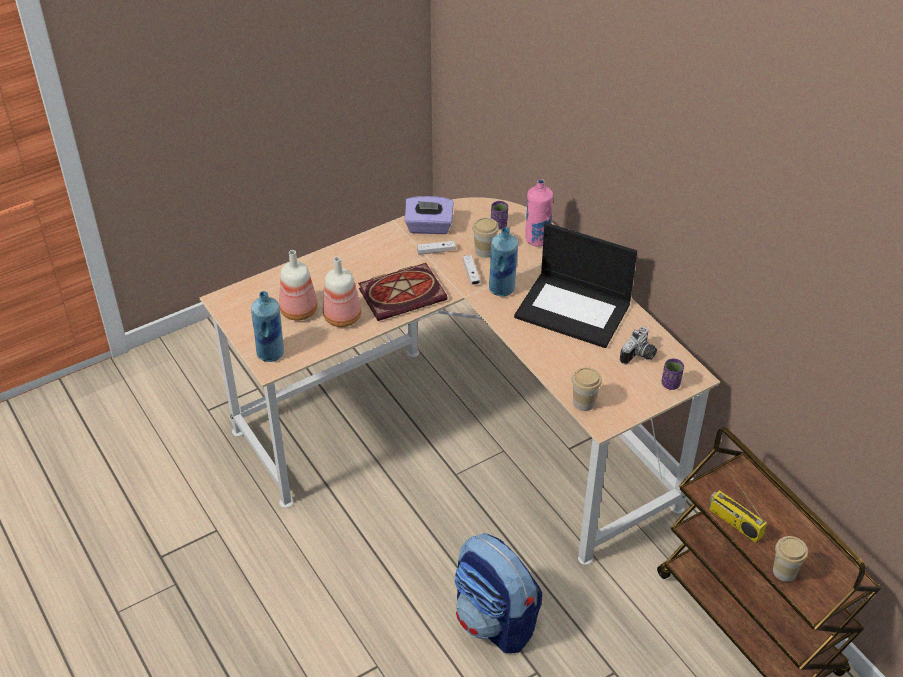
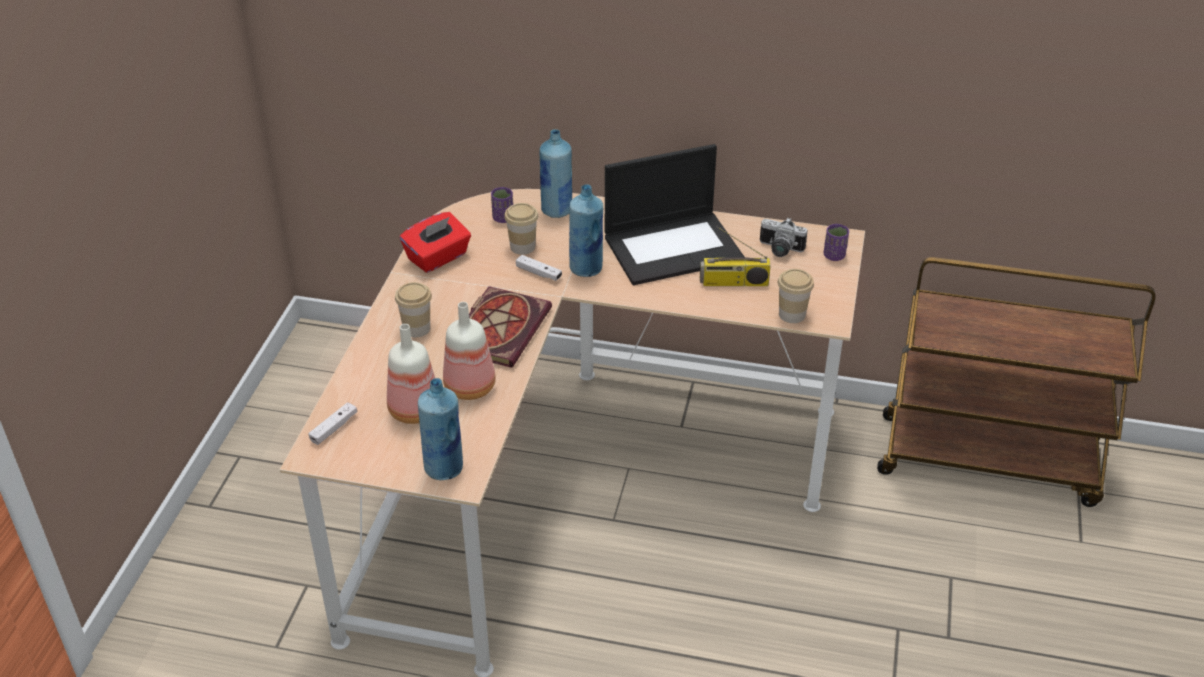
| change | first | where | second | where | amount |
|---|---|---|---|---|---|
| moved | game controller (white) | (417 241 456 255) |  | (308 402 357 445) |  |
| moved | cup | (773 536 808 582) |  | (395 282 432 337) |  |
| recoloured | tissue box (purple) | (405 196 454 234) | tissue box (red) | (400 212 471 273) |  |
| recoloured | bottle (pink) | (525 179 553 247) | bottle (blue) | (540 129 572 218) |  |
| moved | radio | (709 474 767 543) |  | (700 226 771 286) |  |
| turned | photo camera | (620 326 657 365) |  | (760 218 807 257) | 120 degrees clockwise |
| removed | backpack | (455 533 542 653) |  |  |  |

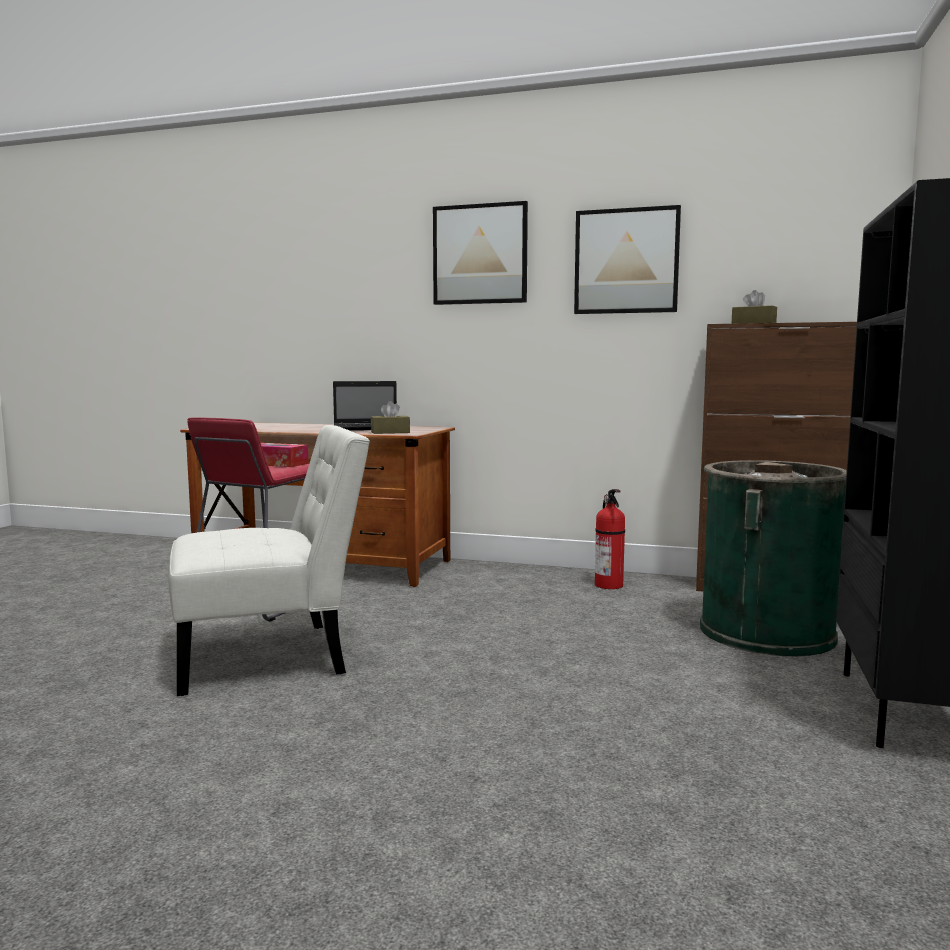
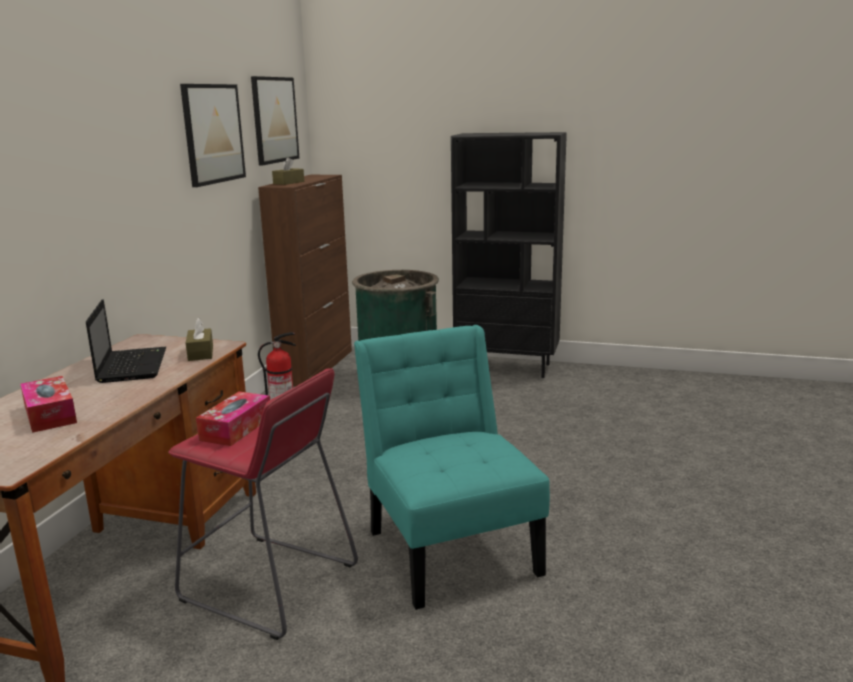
| change | first | where | second | where | amount |
|---|---|---|---|---|---|
| added |  |  | tissue box | (20 376 77 433) |  |
| moved | picture | (433 201 528 305) |  | (251 76 299 165) |  |
| recoloured | chair (white) | (168 425 370 696) | chair (turquoise) | (354 325 550 610) |  |

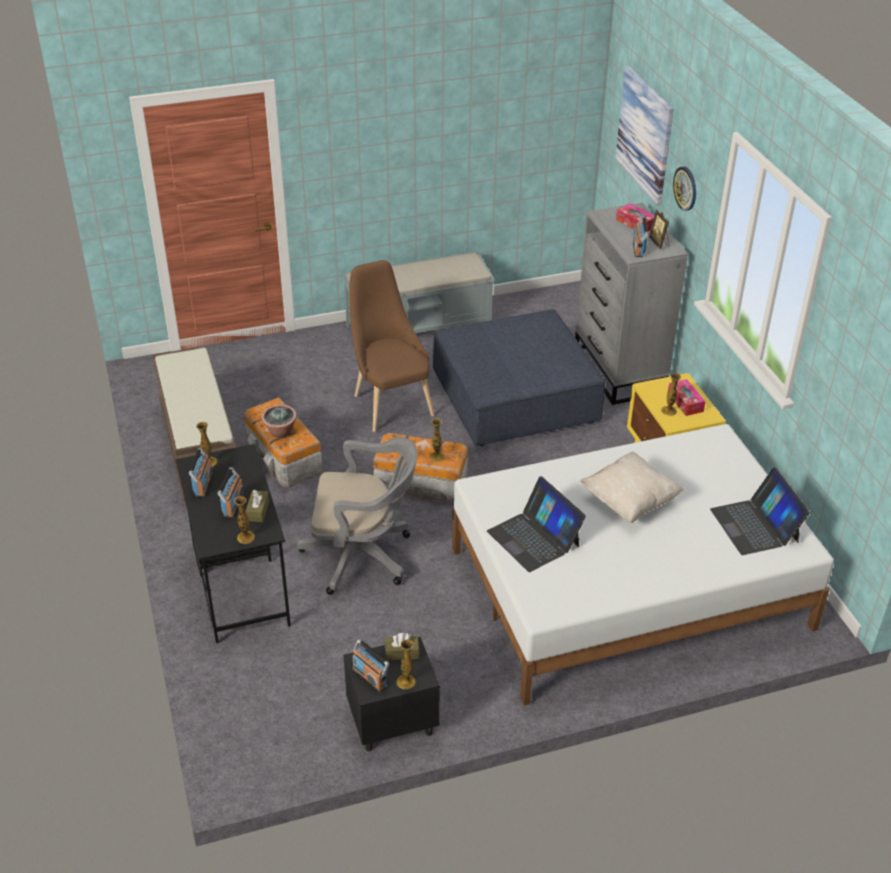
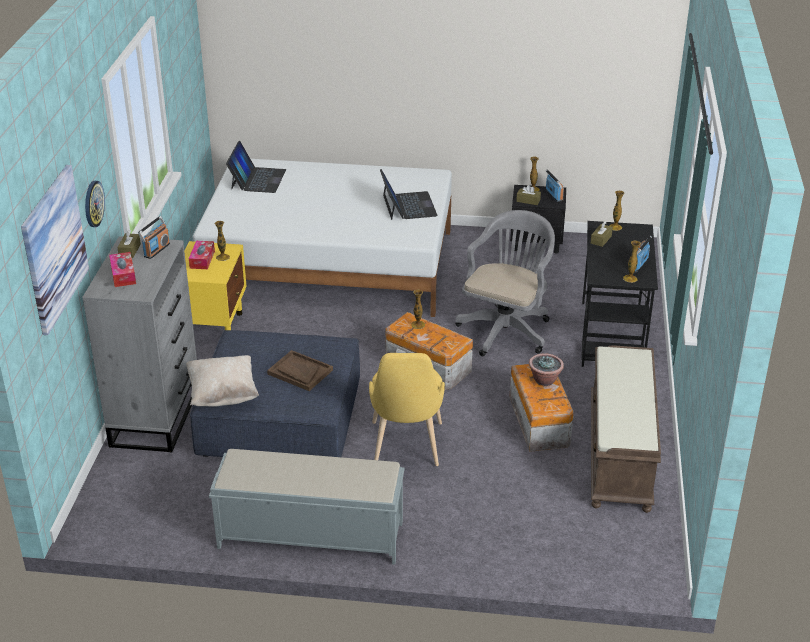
| change | first | where | second | where | amount |
|---|---|---|---|---|---|
| replaced | picture frame | (649 209 669 249) | tissue box (brown) | (117 230 141 258) |  |
| moved | pillow (beige) | (580 452 684 523) |  | (186 355 259 407) |  |
| added |  |  | tray (brown) | (267 350 333 391) |  |
| recoloured | chair (brown) | (350 260 434 432) | chair (yellow) | (369 353 445 466) |  |
| turned | office chair (grey) | (297 437 417 595) |  | (455 210 555 356) | 90 degrees clockwise |
| removed | radio | (217 467 244 518) |  |  |  |

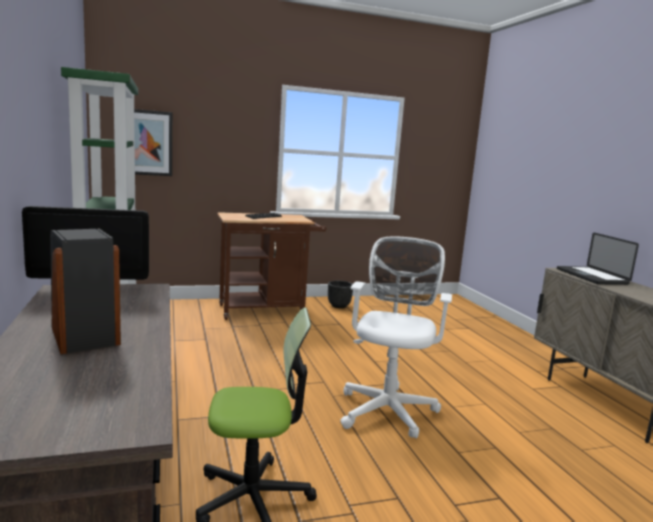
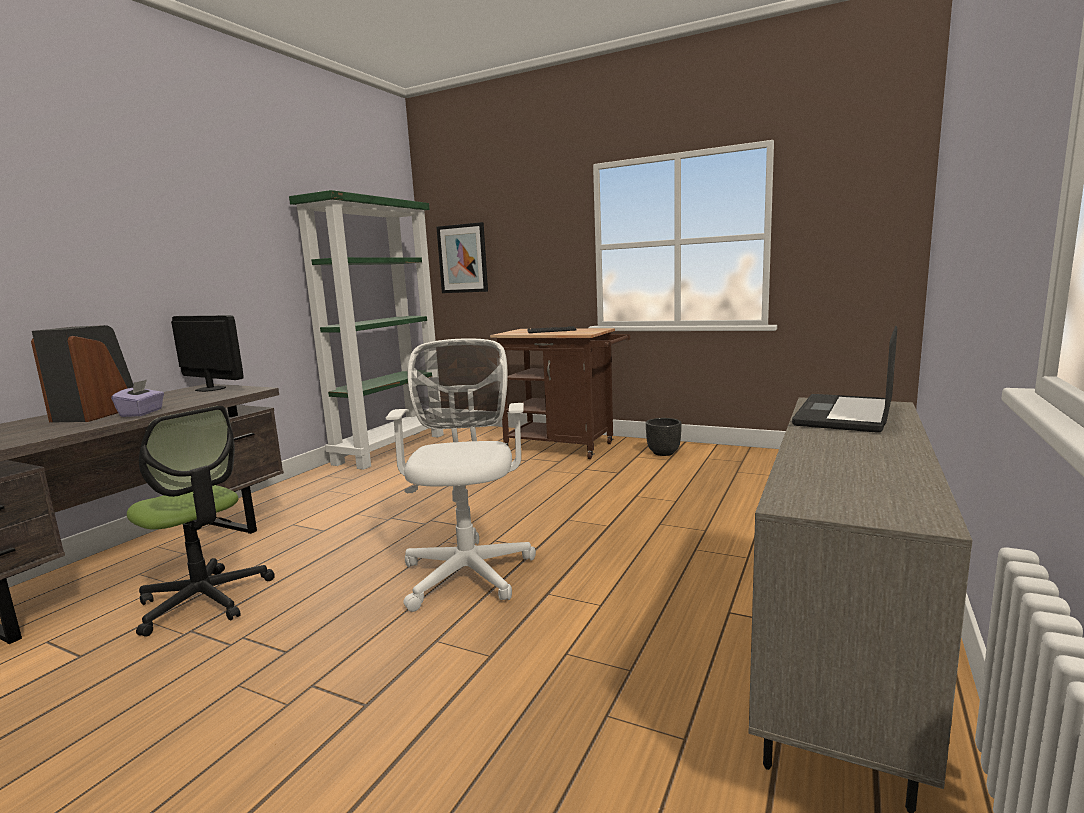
| change | first | where | second | where | amount |
|---|---|---|---|---|---|
| added |  |  | tissue box (purple) | (111 379 164 417) |  |
| turned | office chair (white) | (340 236 452 439) |  | (385 338 536 612) | 60 degrees counterclockwise |

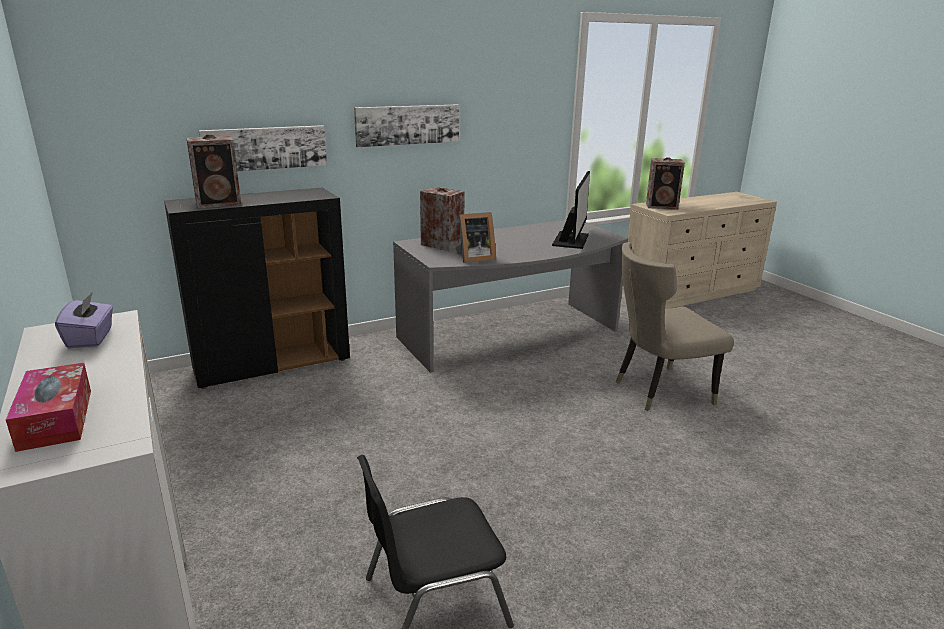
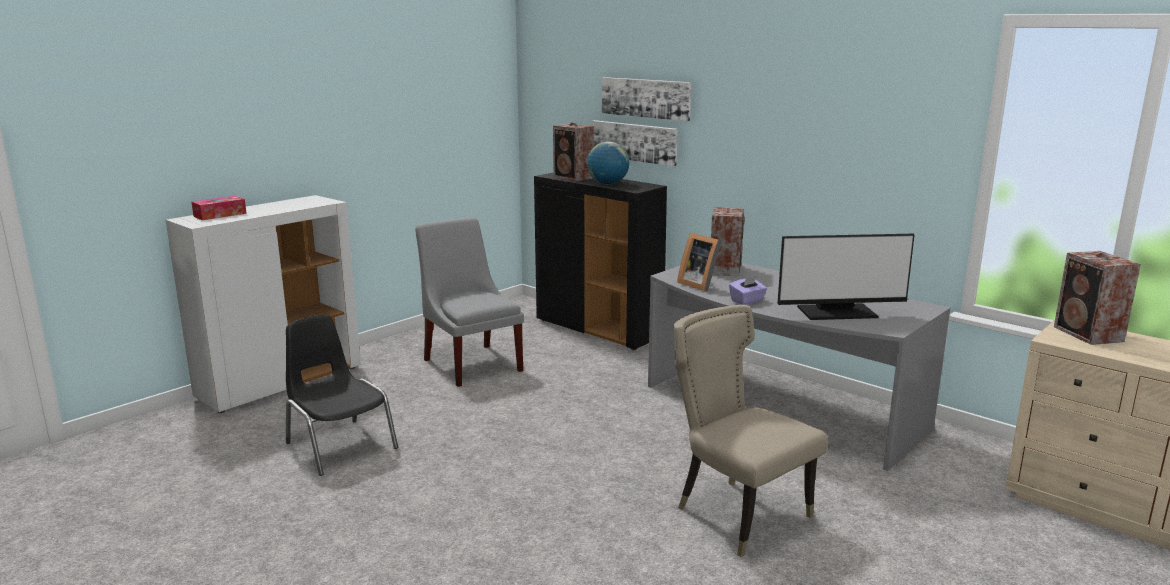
| change | first | where | second | where | amount |
|---|---|---|---|---|---|
| added |  |  | chair (grey) | (415 217 524 387) |  |
| added |  |  | globe | (587 141 629 185) |  |
| moved | picture | (354 105 459 147) |  | (602 77 691 121) |  |
| moved | tissue box (purple) | (55 292 113 349) |  | (729 276 767 305) |  |

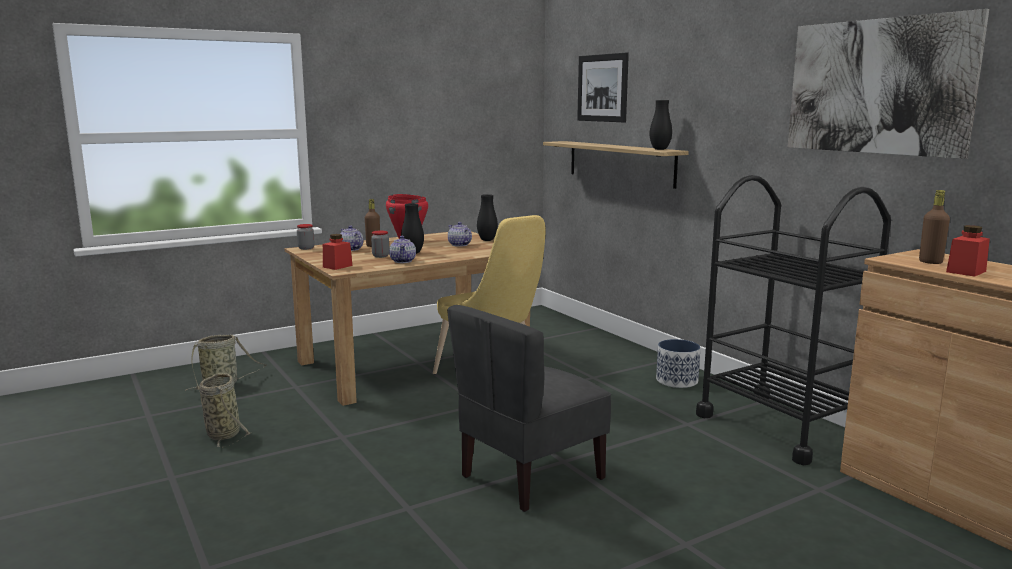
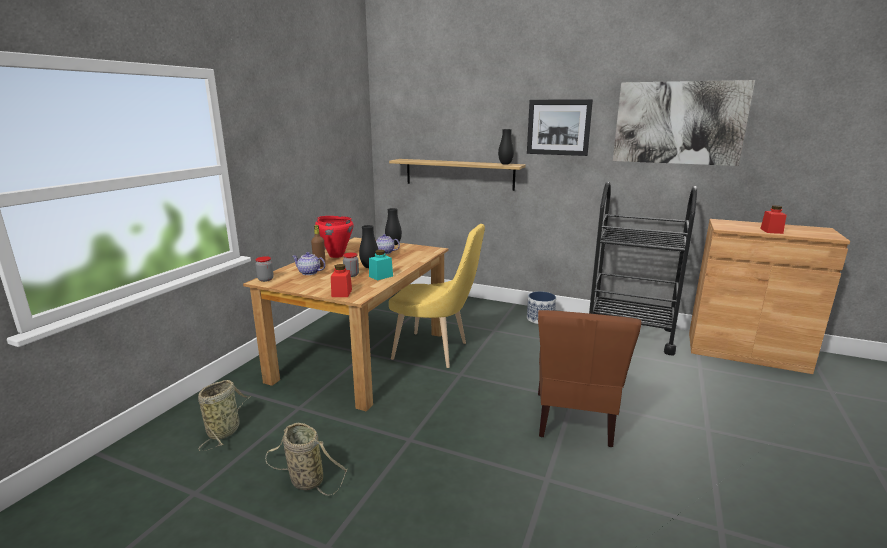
| change | first | where | second | where | amount |
|---|---|---|---|---|---|
| replaced | teapot | (389 236 416 263) | jar (turquoise) | (369 250 393 280) |  |
| moved | picture | (577 53 629 122) |  | (527 99 593 156) |  |
| recoloured | chair (grey) | (447 305 611 512) | chair (brown) | (538 310 641 447) |  |
| removed | bottle (brown) | (919 190 950 264) |  |  |  |

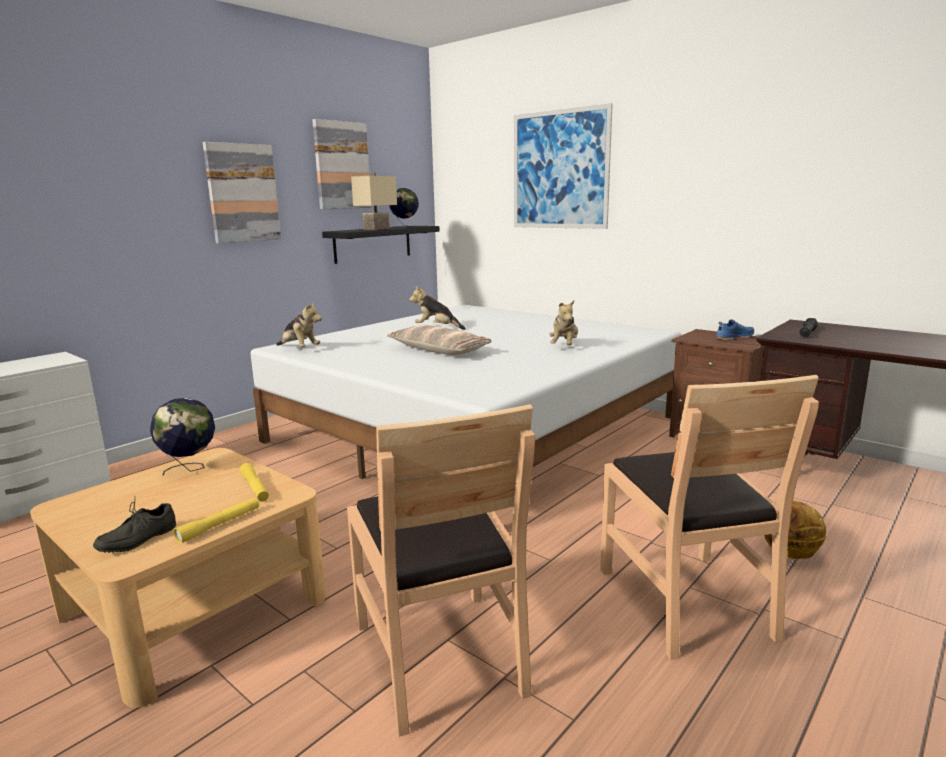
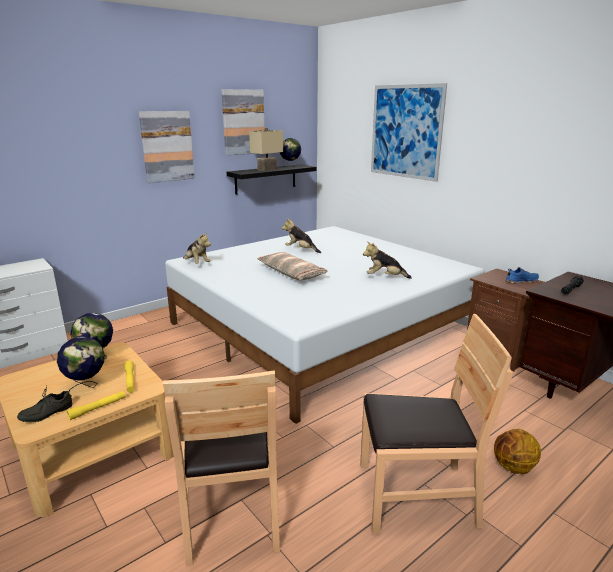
| change | first | where | second | where | amount |
|---|---|---|---|---|---|
| added |  |  | globe | (57 336 105 397) |  |
| turned | chair (brown) | (600 375 819 660) |  | (360 314 513 534) | 90 degrees counterclockwise |
| turned | plush toy | (549 300 578 345) |  | (363 242 412 279) | 75 degrees clockwise |

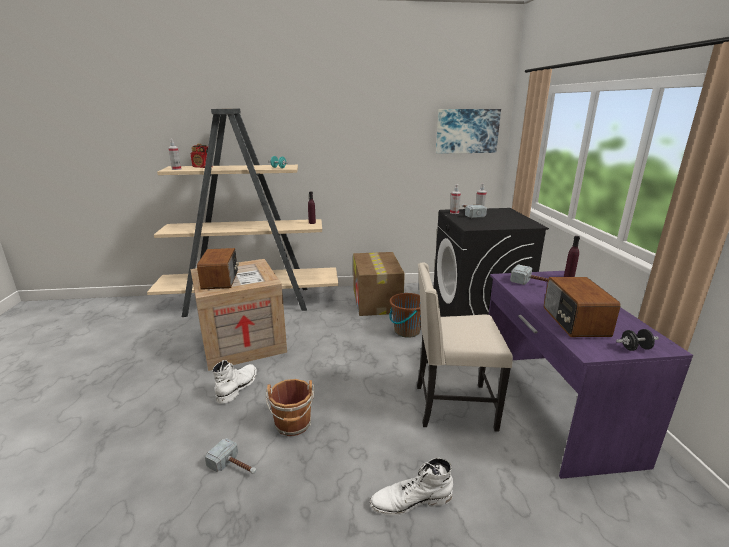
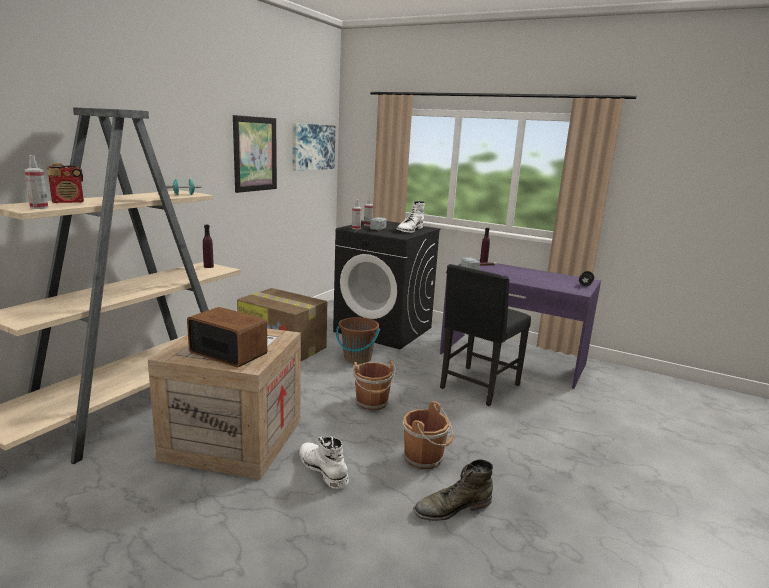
| change | first | where | second | where | amount |
|---|---|---|---|---|---|
| added |  |  | picture | (233 115 277 193) |  |
| added |  |  | bucket (brown) | (353 361 396 410) |  |
| moved | boot (white) | (370 458 453 516) |  | (396 201 425 233) |  |
| replaced | hammer | (205 438 256 474) | boot (green) | (413 459 493 521) |  |
| recoloured | chair (beige) | (417 262 513 431) | chair (black) | (440 264 531 406) |  |
| removed | radio | (544 277 621 337) |  |  |  |

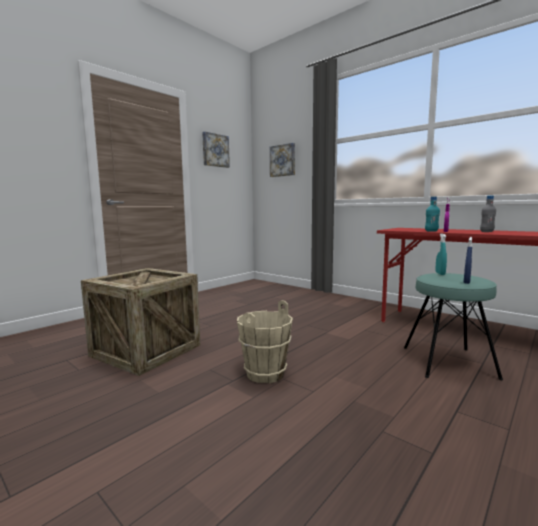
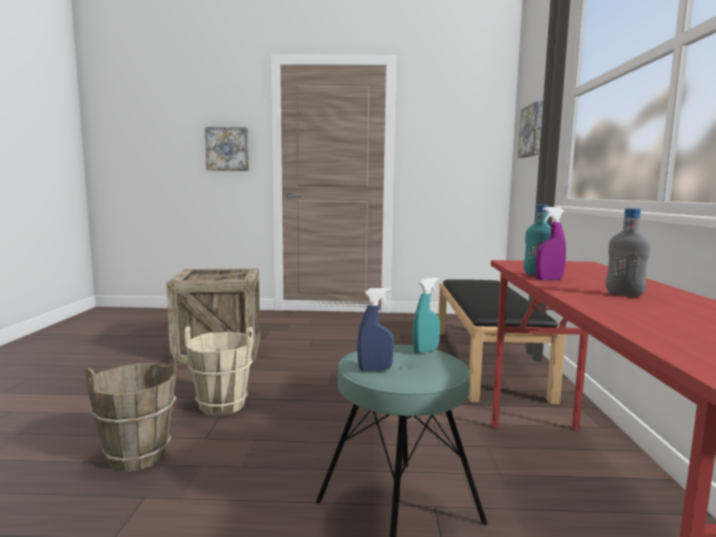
| change | first | where | second | where | amount |
|---|---|---|---|---|---|
| added |  |  | bucket (brown) | (85 351 177 472) |  |
| moved | picture | (202 132 230 168) |  | (205 127 249 171) |  |
| added |  |  | bench (black) | (438 279 566 404) |  |

